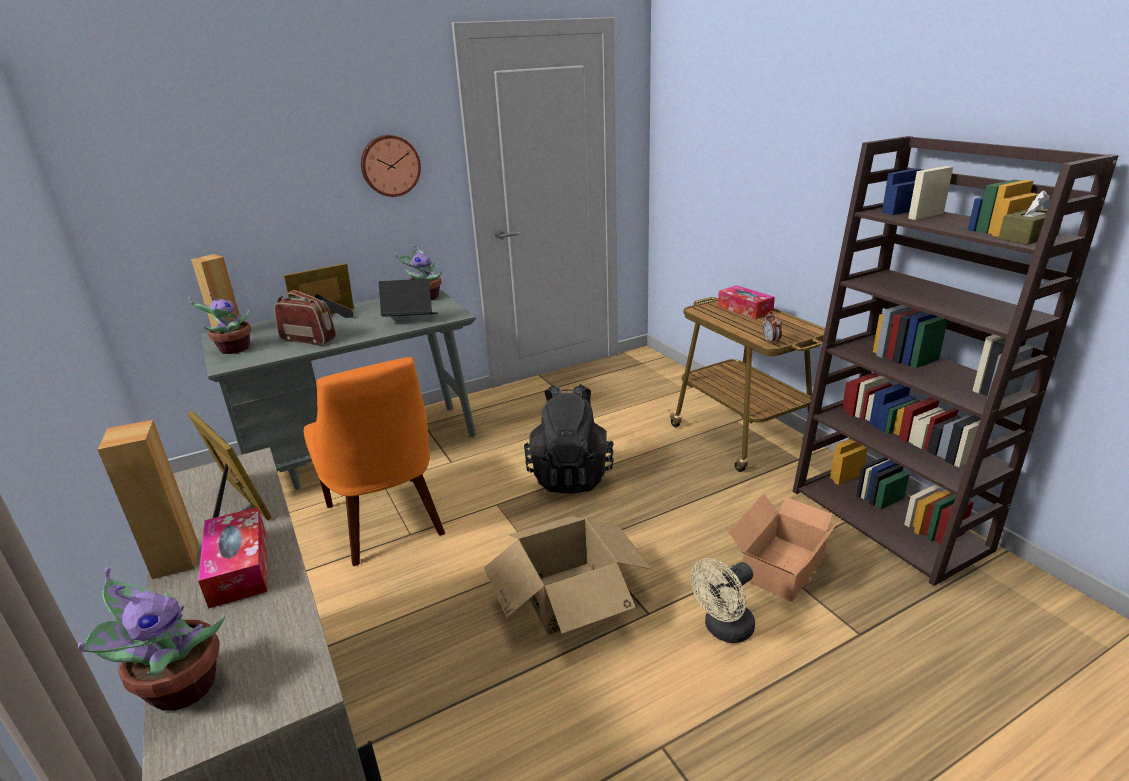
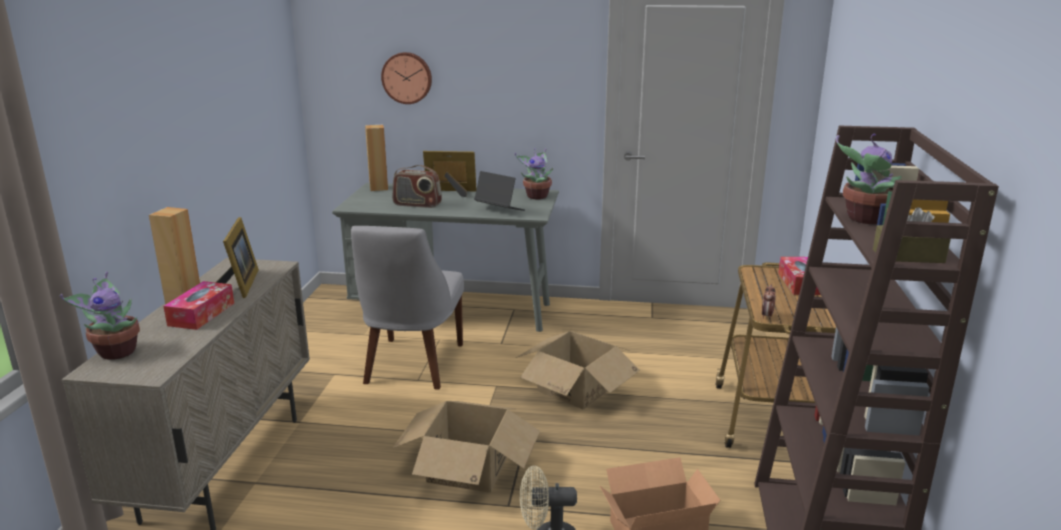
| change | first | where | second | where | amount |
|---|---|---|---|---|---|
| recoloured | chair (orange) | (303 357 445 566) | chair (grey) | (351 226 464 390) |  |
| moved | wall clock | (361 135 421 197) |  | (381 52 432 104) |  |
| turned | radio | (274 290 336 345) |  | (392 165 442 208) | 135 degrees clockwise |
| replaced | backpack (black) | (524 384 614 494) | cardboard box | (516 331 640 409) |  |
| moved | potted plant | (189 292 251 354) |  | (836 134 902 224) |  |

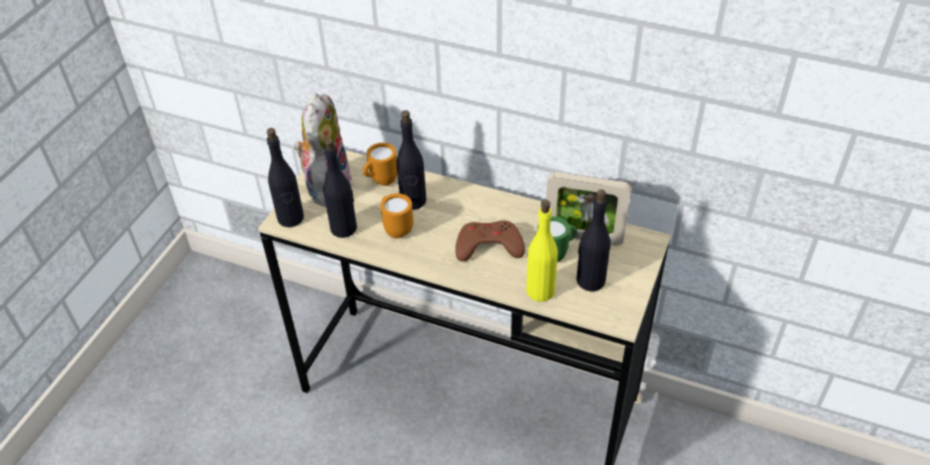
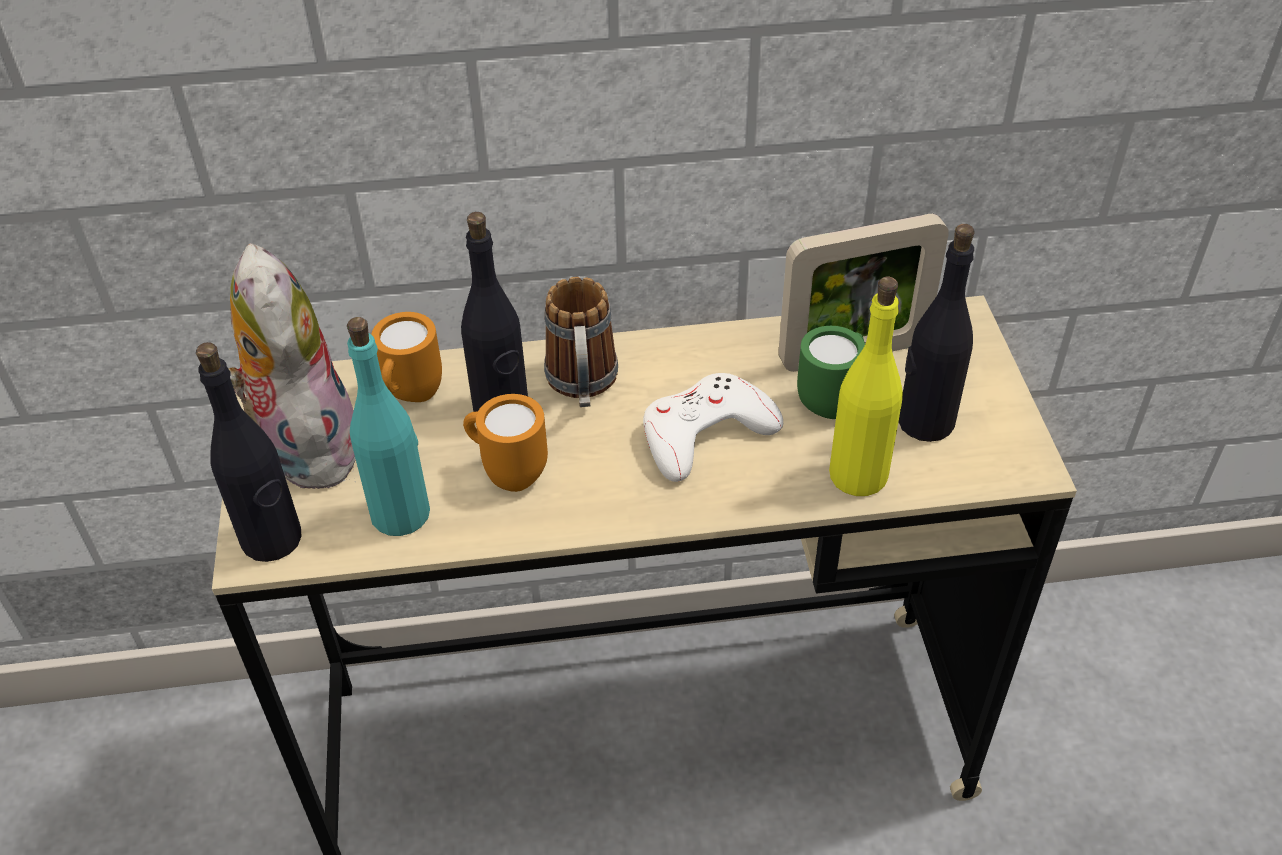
| change | first | where | second | where | amount |
|---|---|---|---|---|---|
| recoloured | bottle (black) | (323 138 357 238) | bottle (turquoise) | (347 317 430 536) |  |
| added |  |  | mug | (544 277 618 407) |  |
| recoloured | game controller (brown) | (455 220 525 261) | game controller (white) | (643 373 783 482) |  |

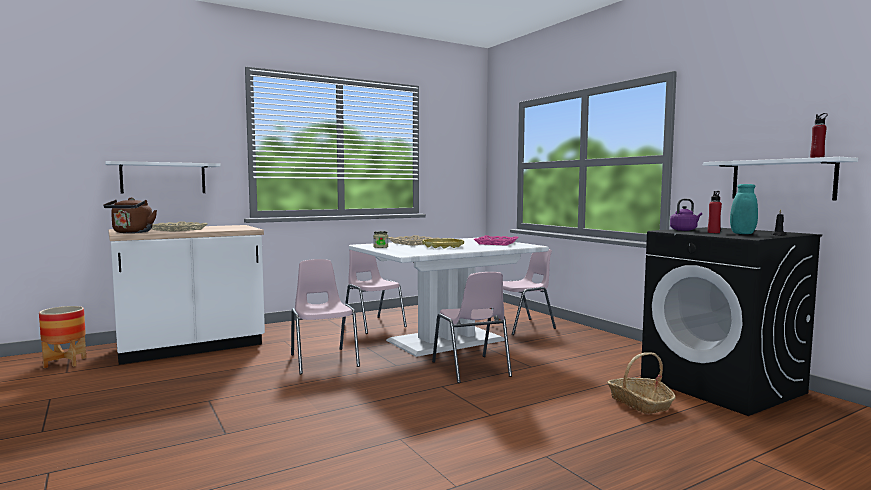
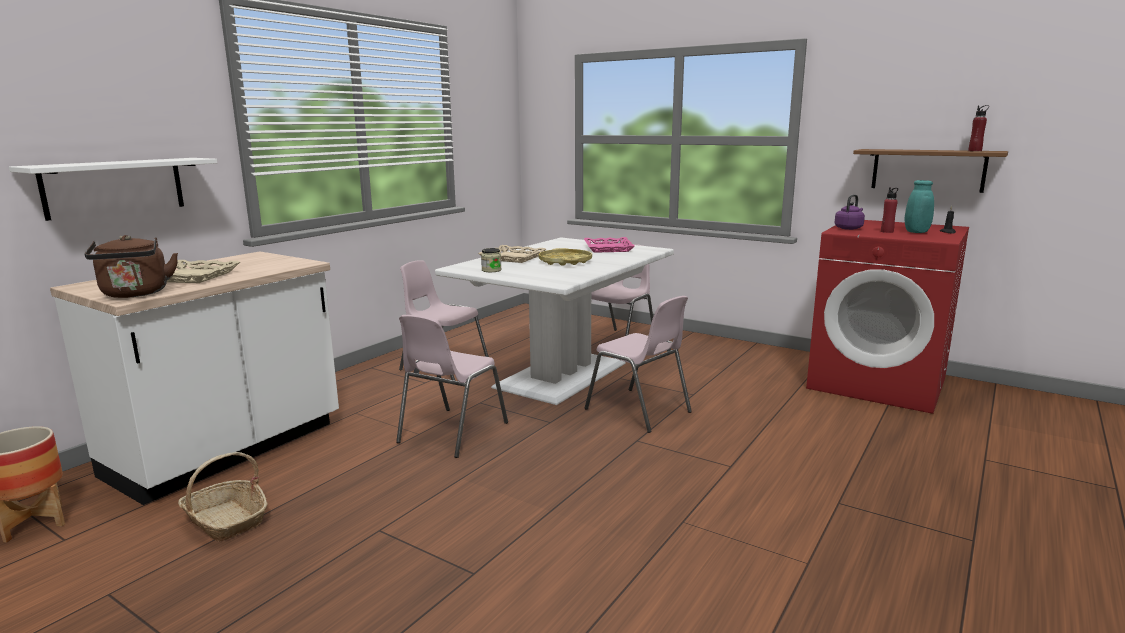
| change | first | where | second | where | amount |
|---|---|---|---|---|---|
| moved | basket | (607 352 676 414) |  | (178 452 268 542) |  |
| turned | chair (pink) | (291 259 360 374) |  | (396 315 508 458) | 105 degrees counterclockwise |
| recoloured | washing machine (black) | (641 227 822 416) | washing machine (red) | (806 220 969 414) |  |
| recoloured | shelf (white) | (703 157 858 200) | shelf (brown) | (853 149 1008 193) |  |

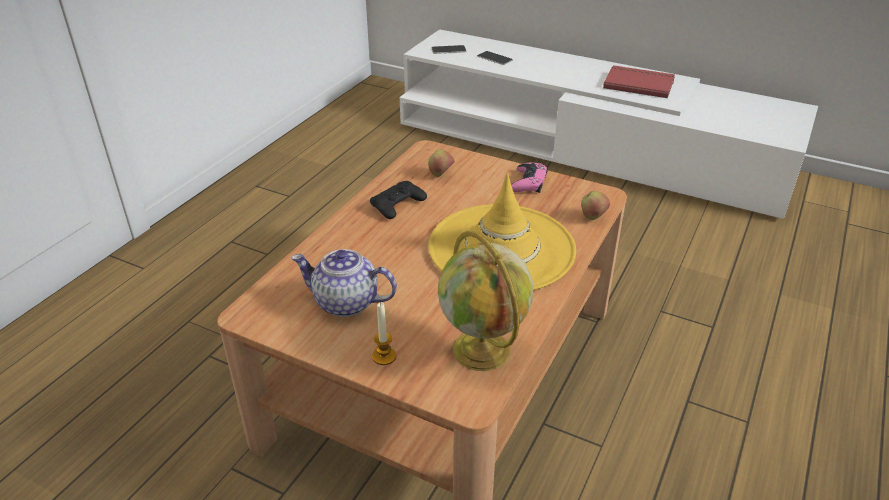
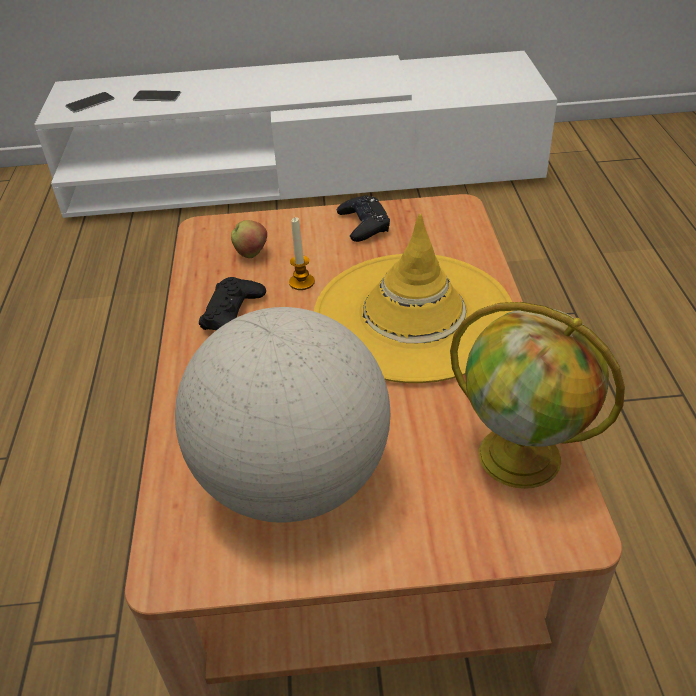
| change | first | where | second | where | amount |
|---|---|---|---|---|---|
| replaced | teapot | (291 249 397 317) | globe | (175 307 390 523) |  |
| moved | candle | (372 302 396 365) |  | (289 217 315 290) |  |
| recoloured | game controller (pink) | (511 163 548 193) | game controller (black) | (337 195 390 242) |  |
| removed | apple | (581 191 610 220) |  |  |  |
| removed | book (red) | (603 65 675 98) |  |  |  |

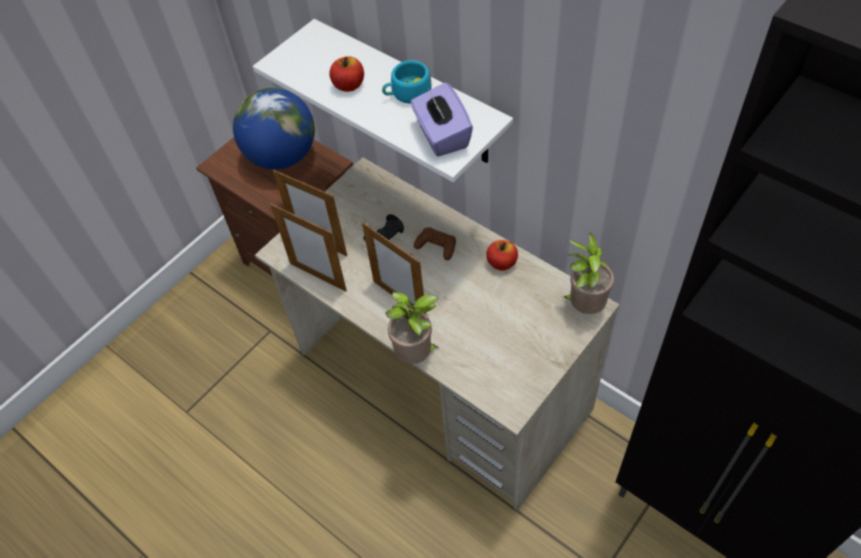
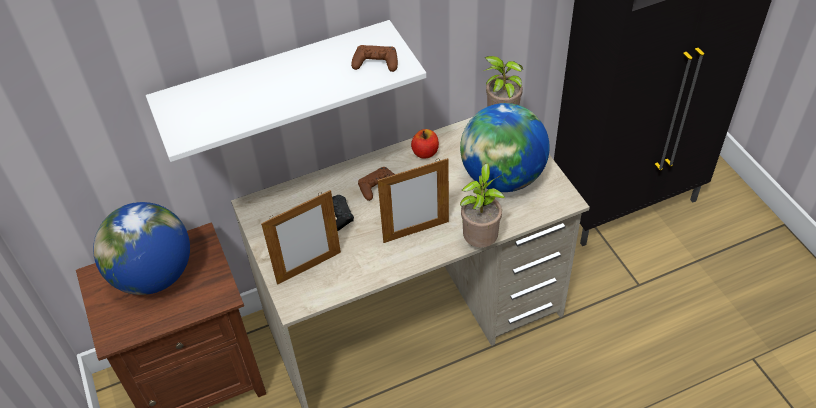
| change | first | where | second | where | amount |
|---|---|---|---|---|---|
| replaced | tissue box (purple) | (411 82 473 157) | game controller (brown) | (351 45 398 72) |  |
| added |  |  | globe | (460 103 550 192) |  |
| removed | picture frame | (270 204 347 291) |  |  |  |
| removed | apple | (329 56 364 92) |  |  |  |
| removed | cup (turquoise) | (382 60 432 103) |  |  |  |

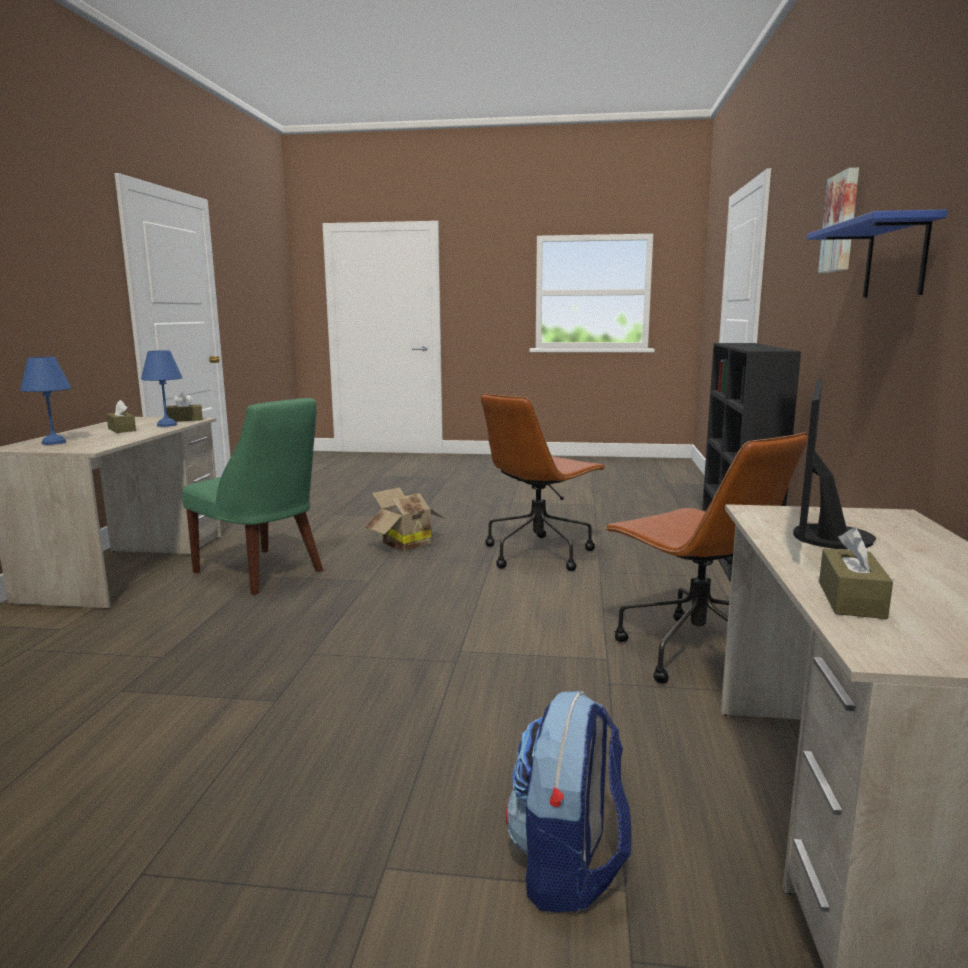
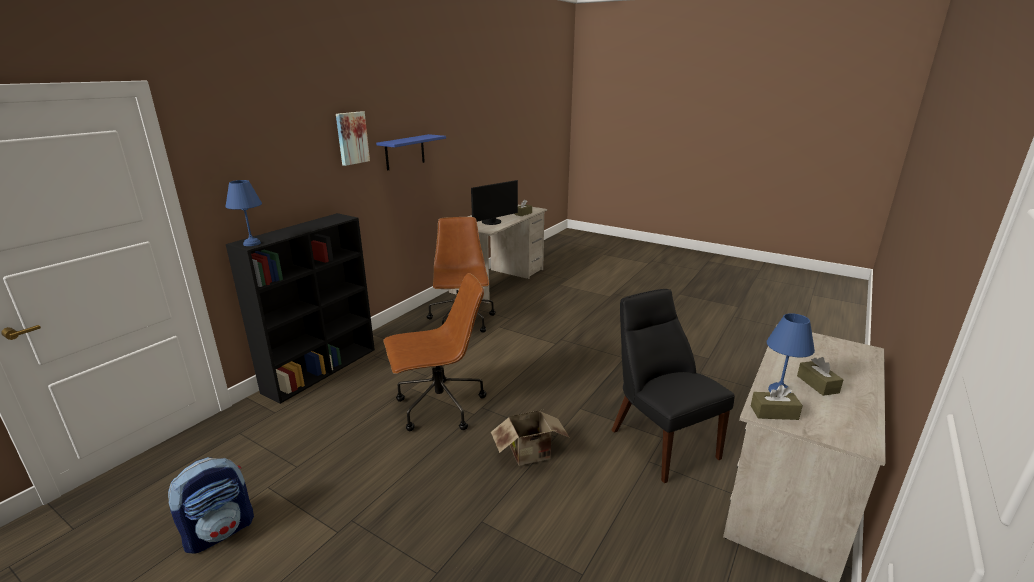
| change | first | where | second | where | amount |
|---|---|---|---|---|---|
| moved | backpack | (506 691 631 912) |  | (168 457 254 554) |  |
| moved | table lamp (blue) | (20 357 71 445) |  | (226 180 262 246) |  |
| recoloured | chair (green) | (182 398 323 595) | chair (black) | (612 289 735 483) |  |

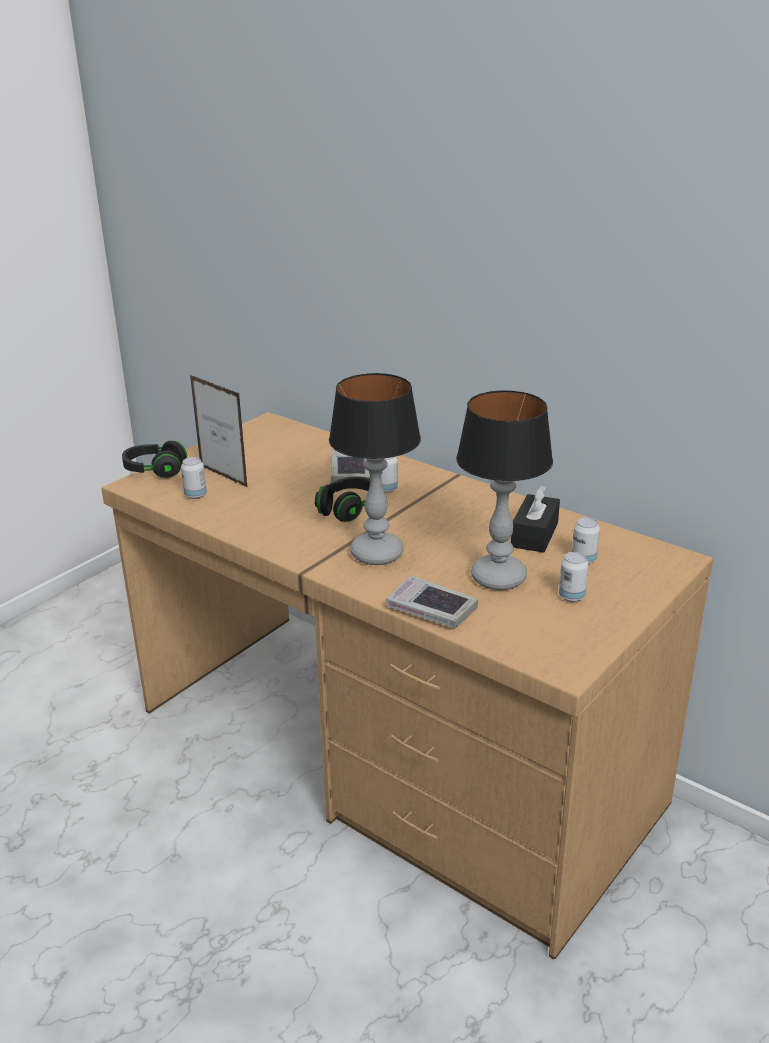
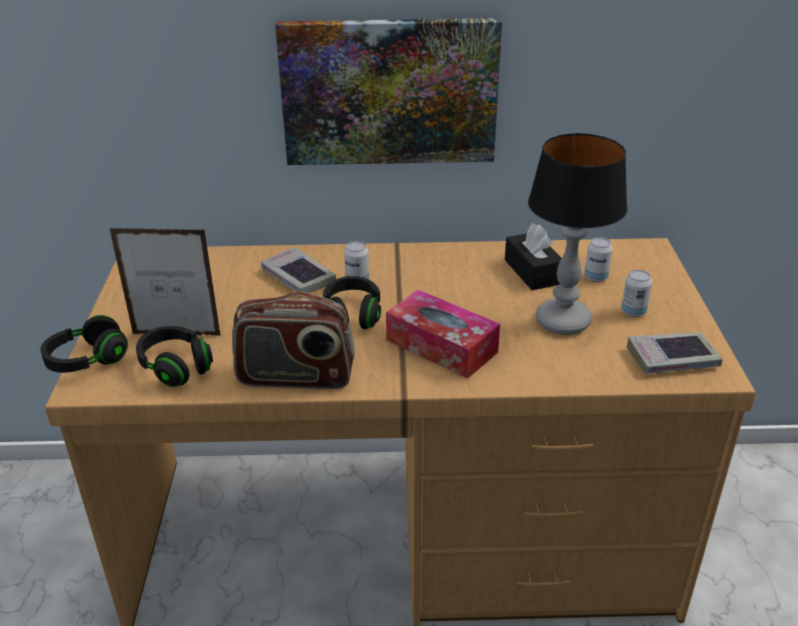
| change | first | where | second | where | amount |
|---|---|---|---|---|---|
| replaced | can | (181 457 207 499) | headphones (black) | (136 326 213 387) |  |
| added |  |  | radio | (232 292 355 389) |  |
| added |  |  | picture | (275 18 502 165) |  |
| replaced | table lamp | (329 373 421 565) | tissue box | (386 290 500 378) |  |
| moved | book | (386 575 478 628) |  | (627 332 722 374) |  |

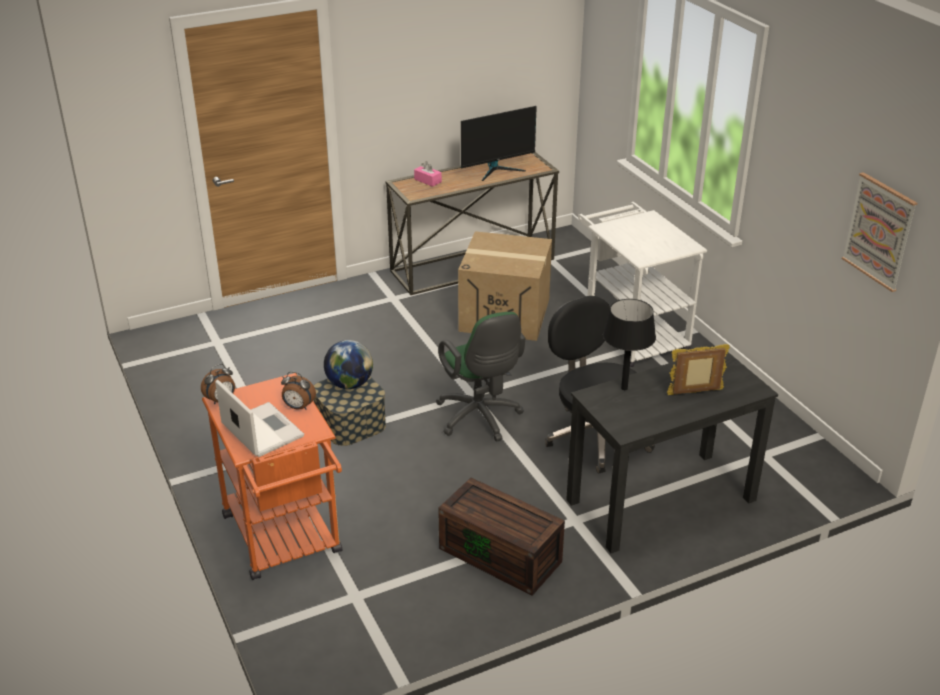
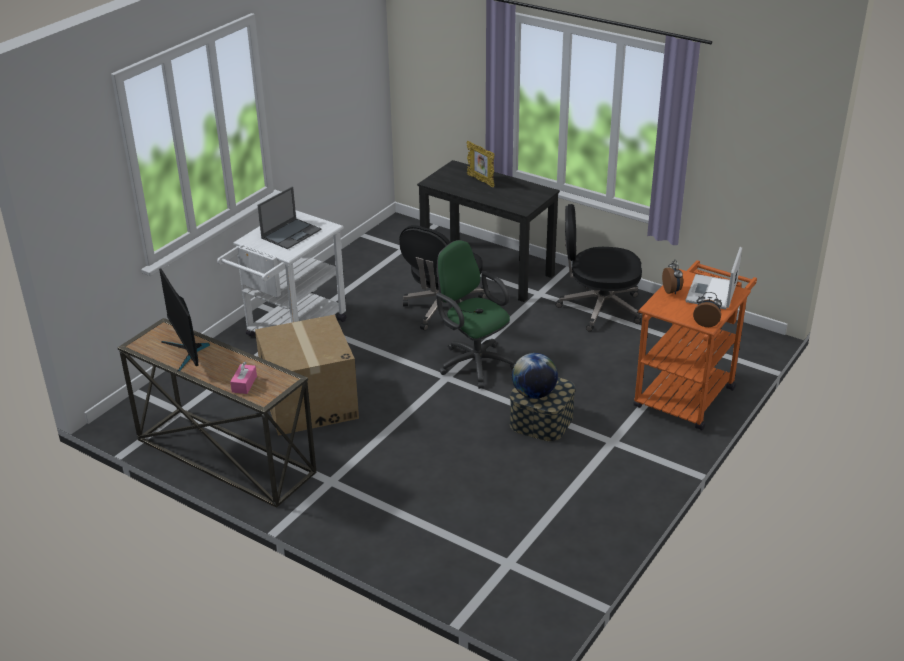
| change | first | where | second | where | amount |
|---|---|---|---|---|---|
| turned | monitor | (461 106 537 181) |  | (159 268 210 372) | 150 degrees counterclockwise |
| added |  |  | laptop | (258 186 321 249) |  |
| turned | office chair (green) | (436 312 525 442) |  | (436 240 515 389) | 75 degrees counterclockwise |
| replaced | storage box (brown) | (438 478 565 596) | office chair (black) | (556 204 642 332) |  |
| removed | table lamp (black) | (603 299 656 390) |  |  |  |
| removed | picture | (842 172 917 292) |  |  |  |

